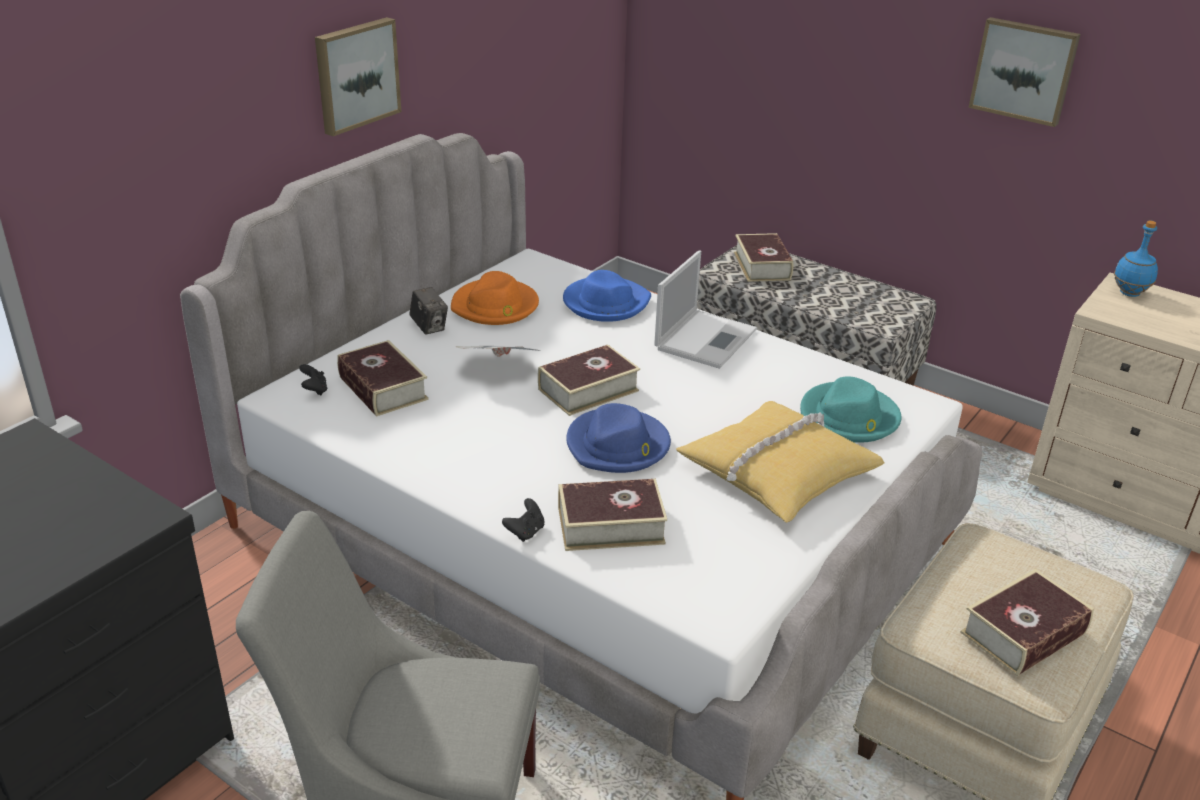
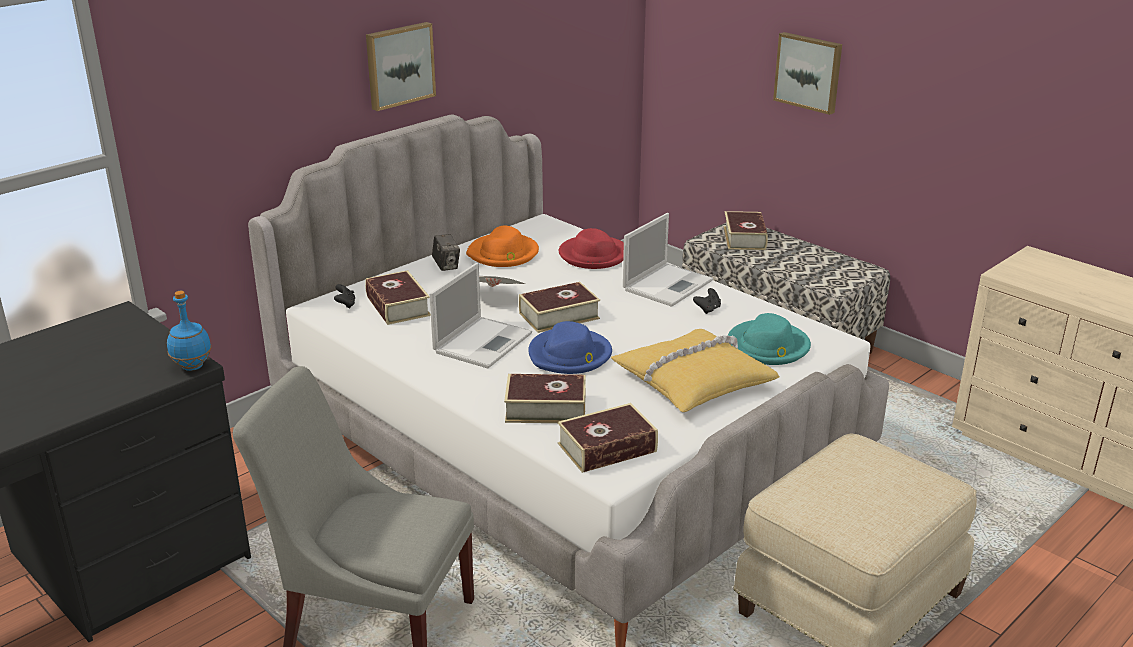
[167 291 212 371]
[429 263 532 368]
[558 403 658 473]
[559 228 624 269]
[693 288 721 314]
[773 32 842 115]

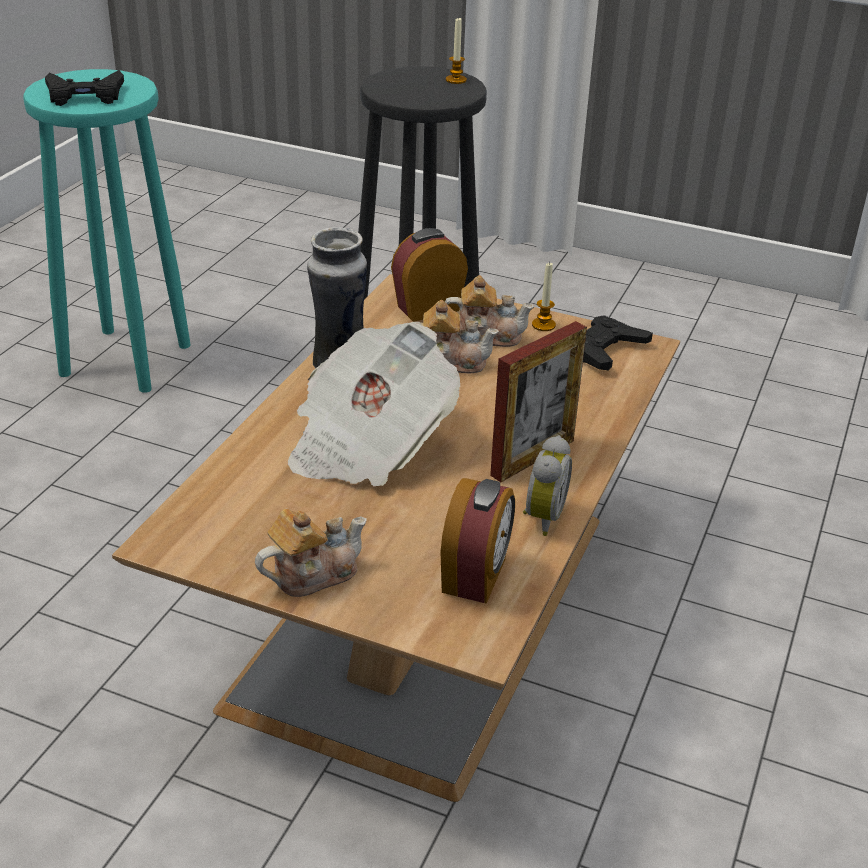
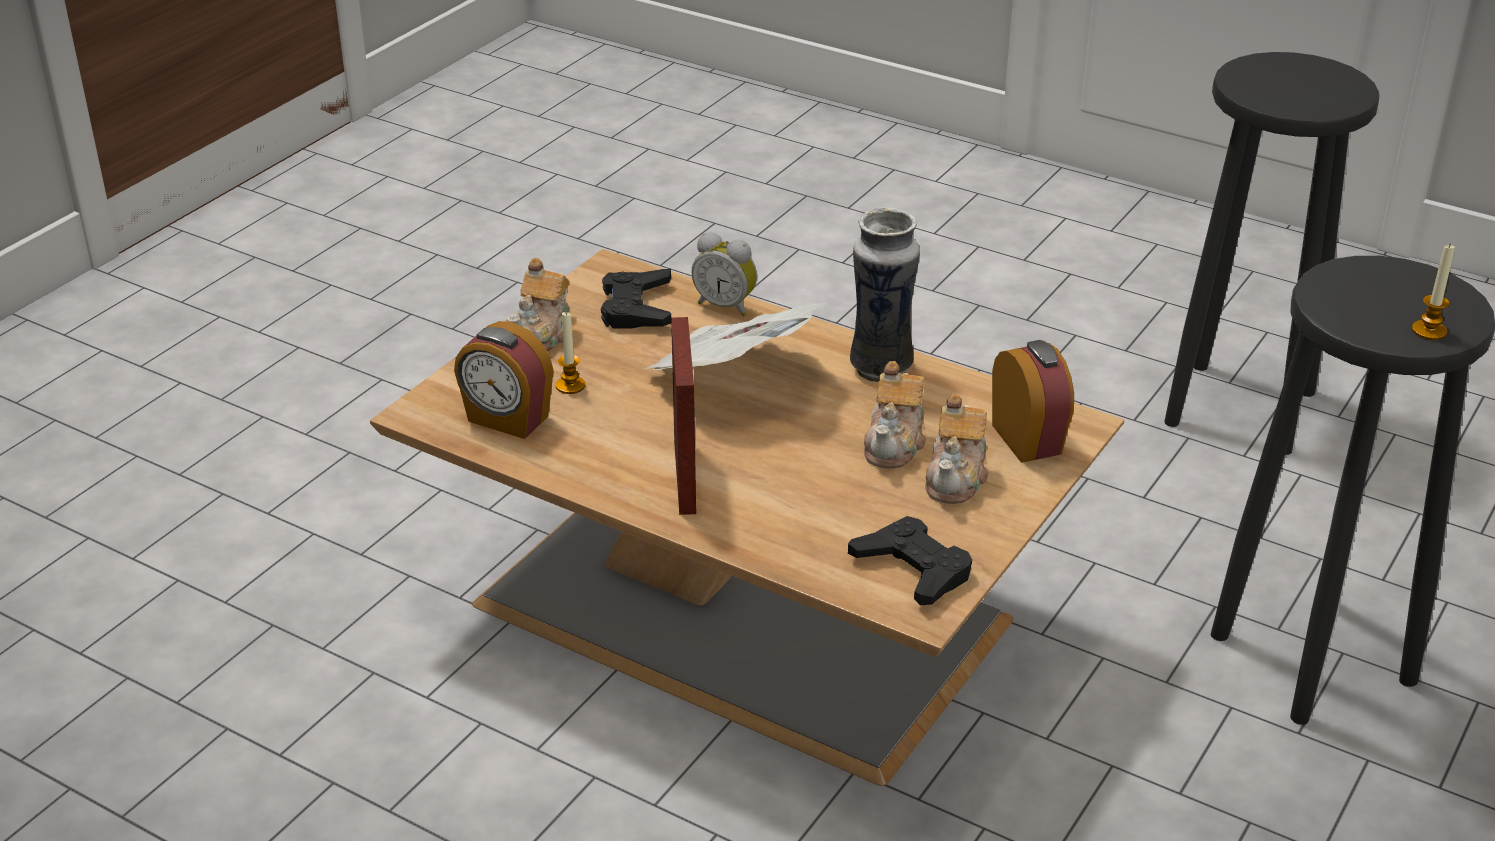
[507 258 569 352]
[556 312 585 394]
[601 269 671 329]
[671 317 696 515]
[691 232 757 317]
[1164 52 1380 455]

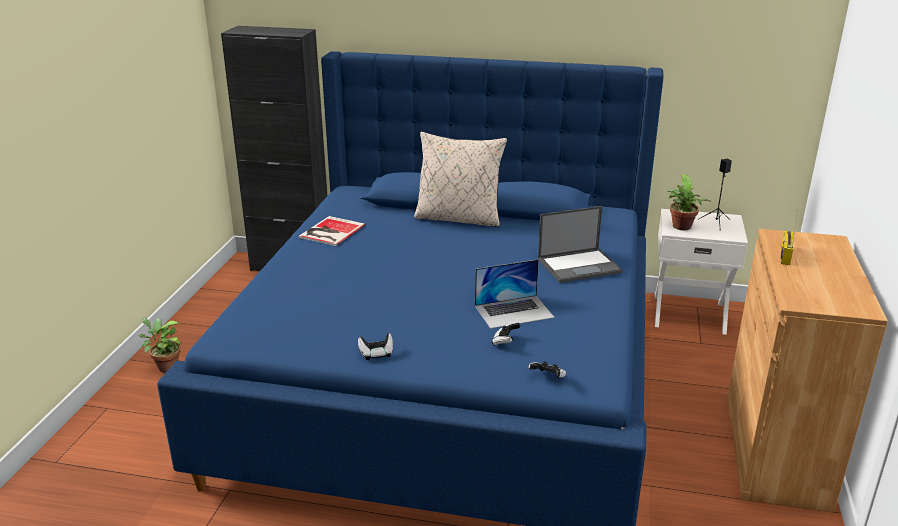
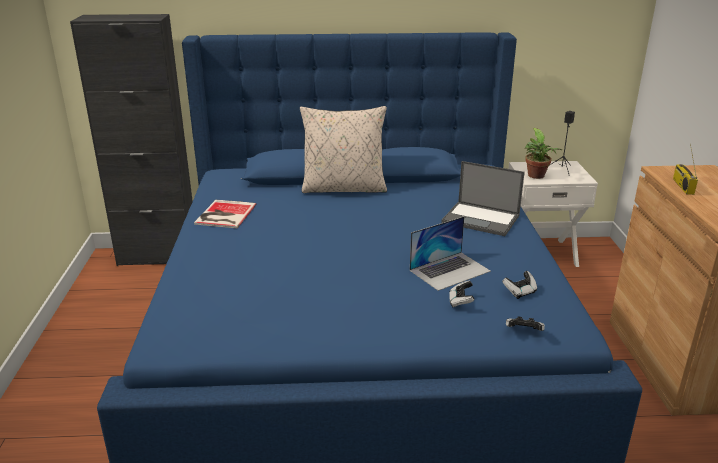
[441 161 525 236]
[502 271 537 299]
[139 317 181 373] (first image)

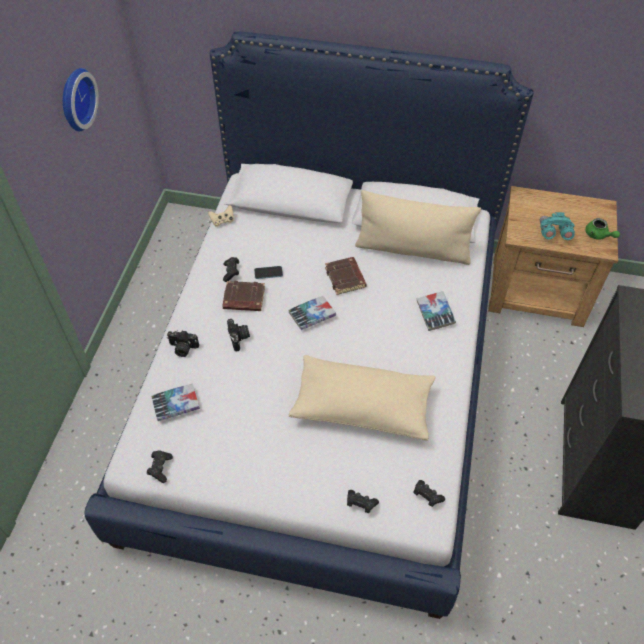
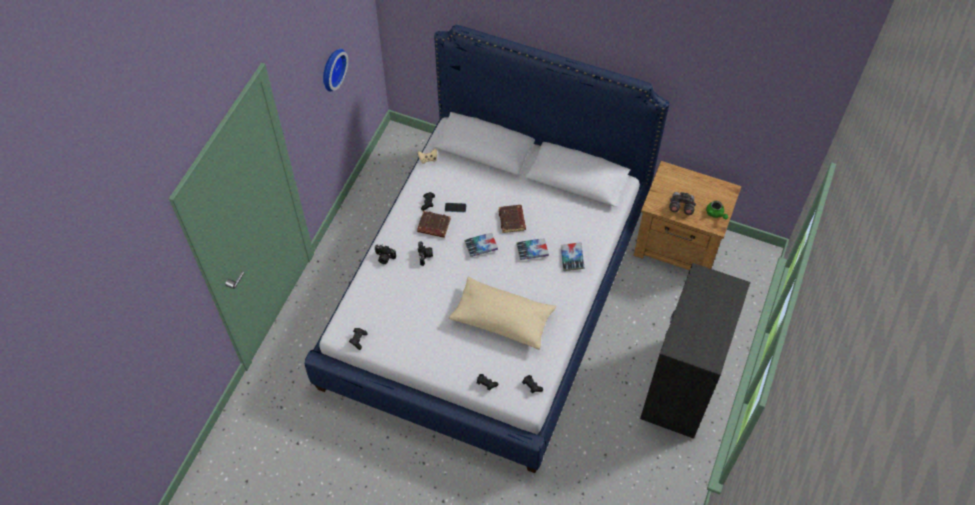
[516 238 549 260]
[669 192 696 215]
[355 190 481 265] (first image)

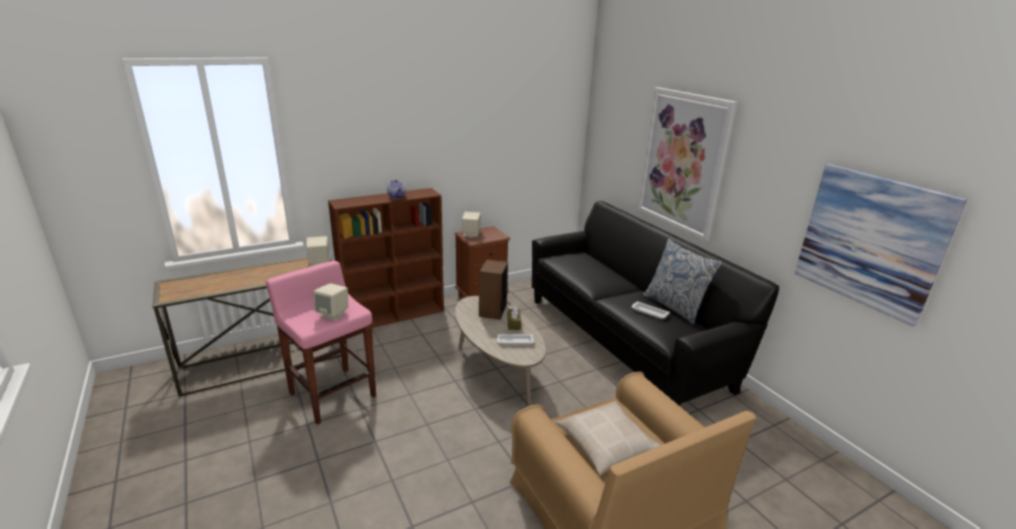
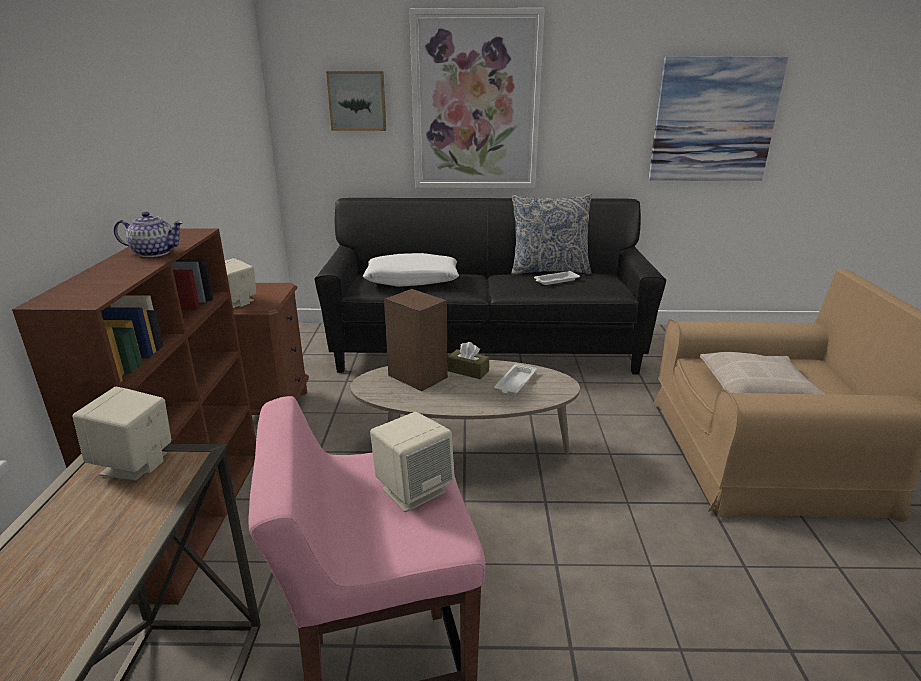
[326 71 386 131]
[363 253 459 287]

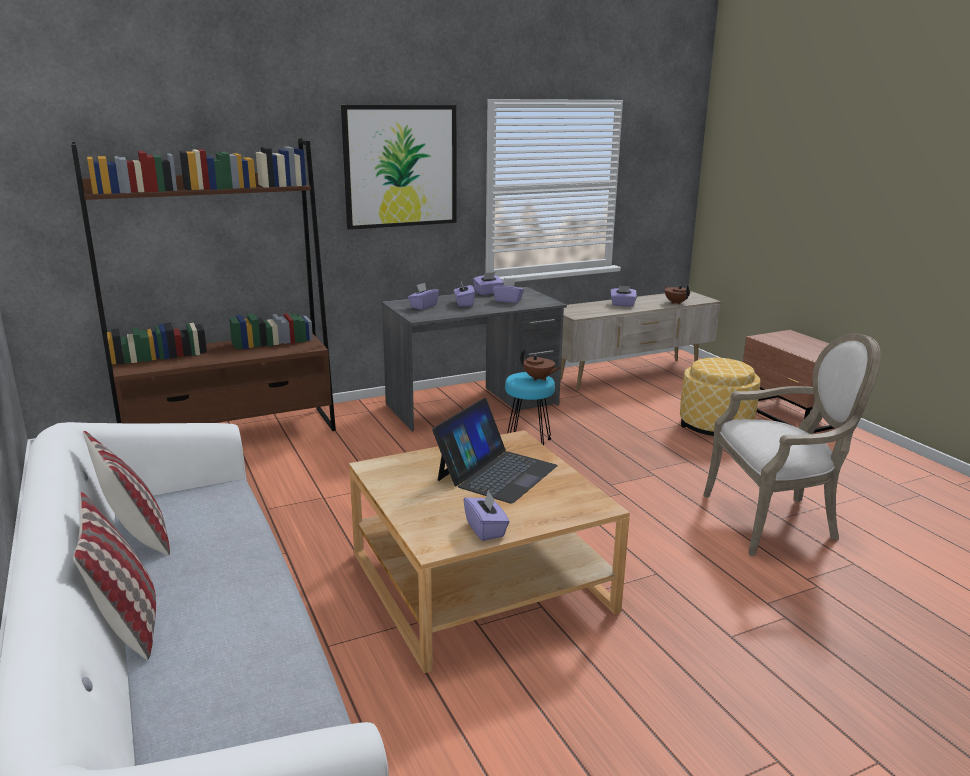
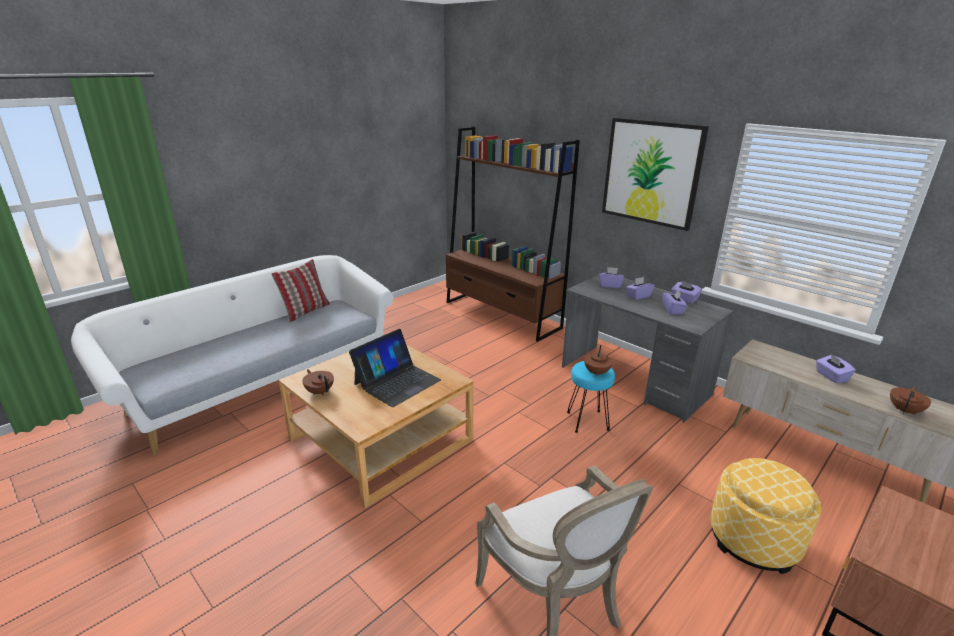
[302 369 334 395]
[349 329 441 407]
[73 492 156 660] (first image)

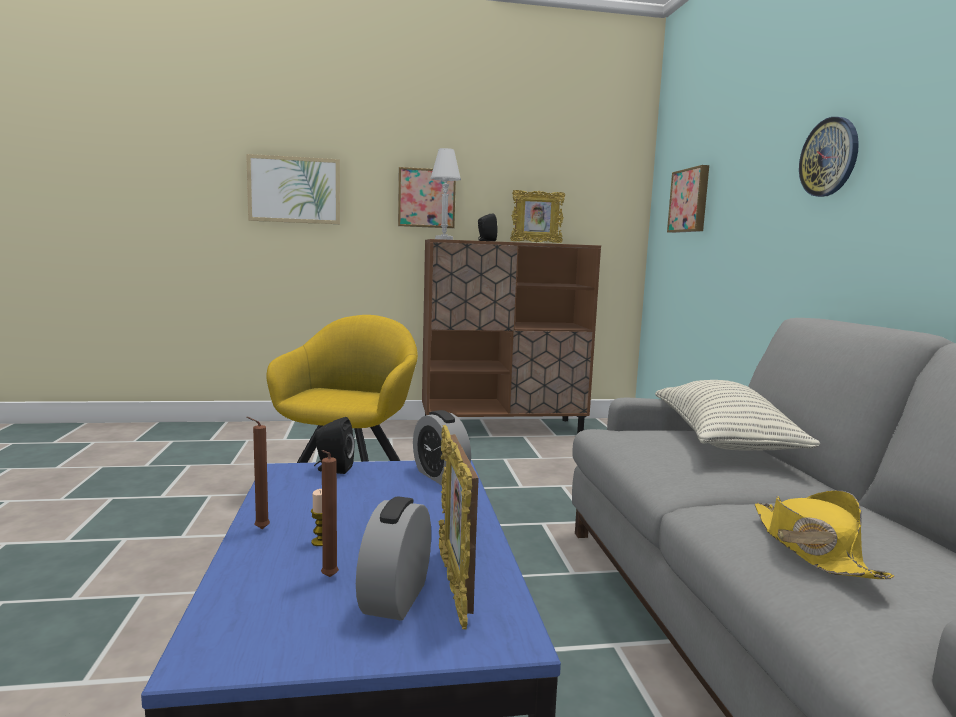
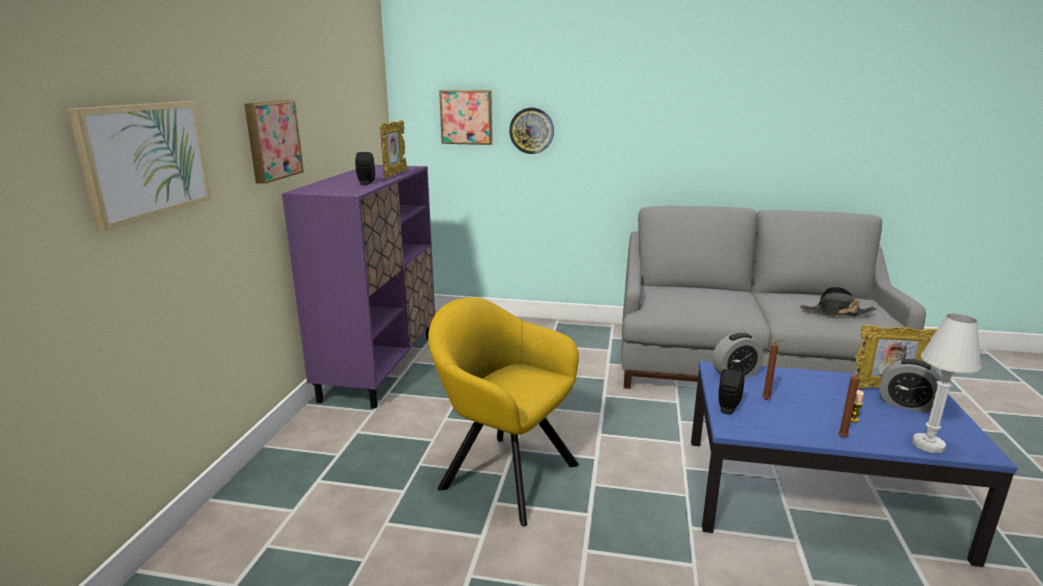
[282 165 435 409]
[509 108 554 154]
[762 340 783 400]
[800 286 877 317]
[912 313 981 453]
[655 380 820 451] (first image)

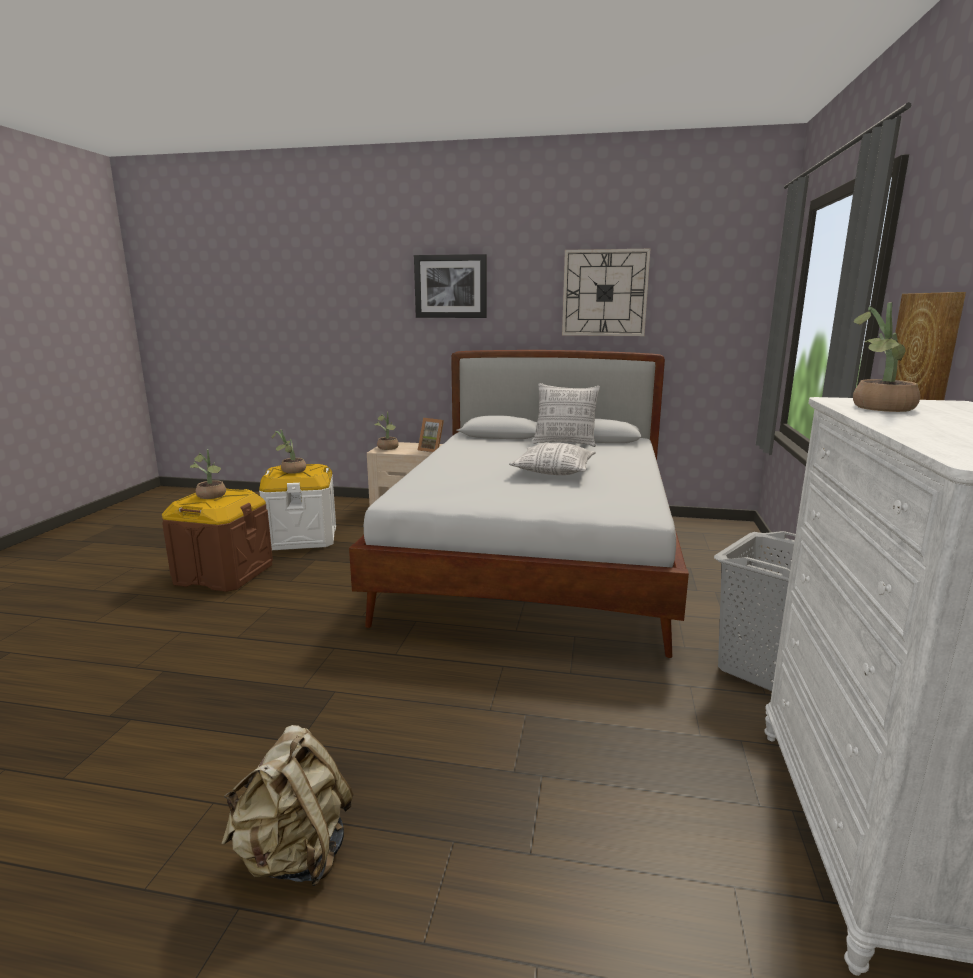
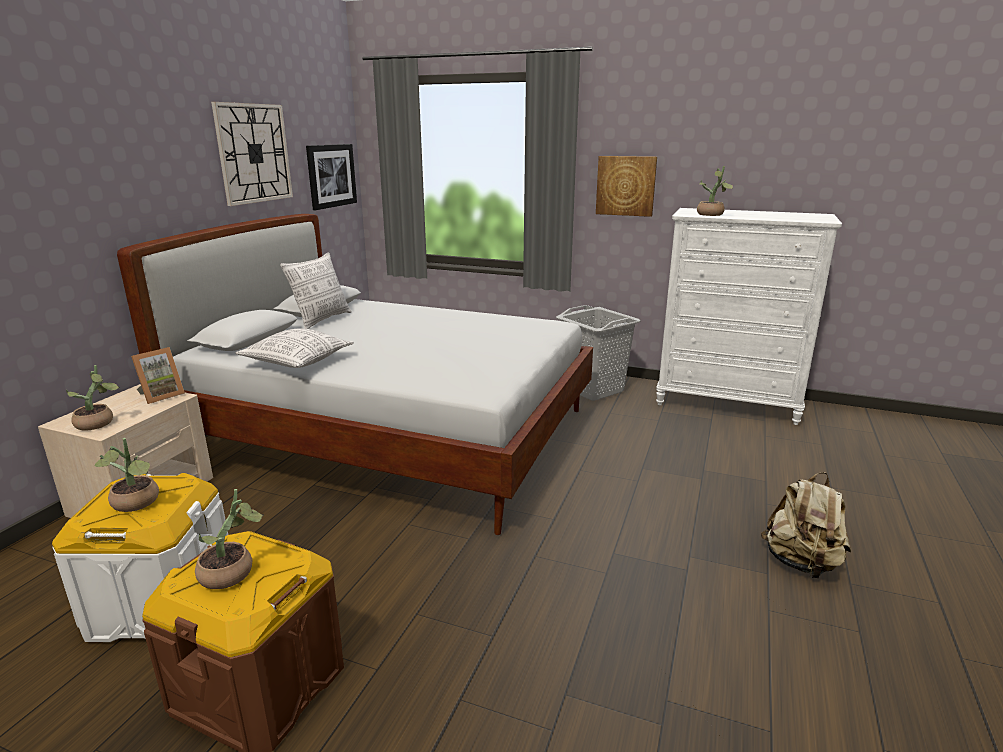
[236 329 354 368]
[306 144 357 210]

